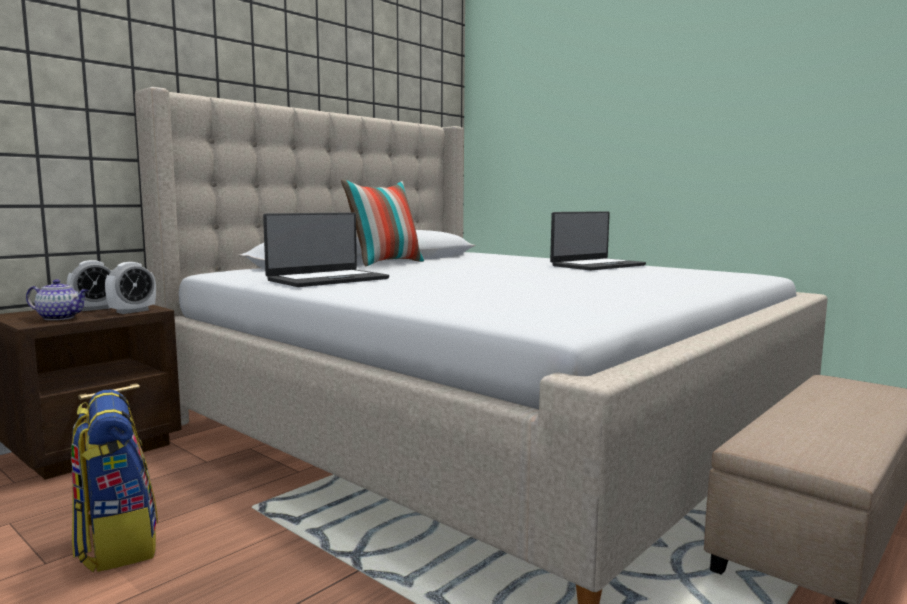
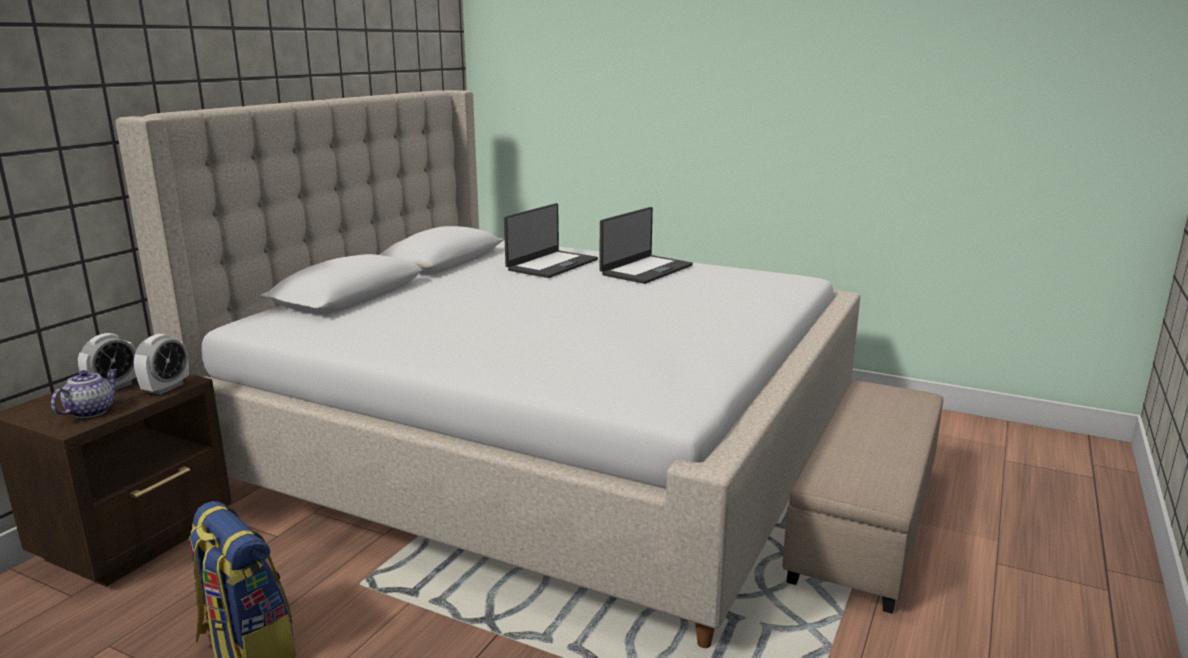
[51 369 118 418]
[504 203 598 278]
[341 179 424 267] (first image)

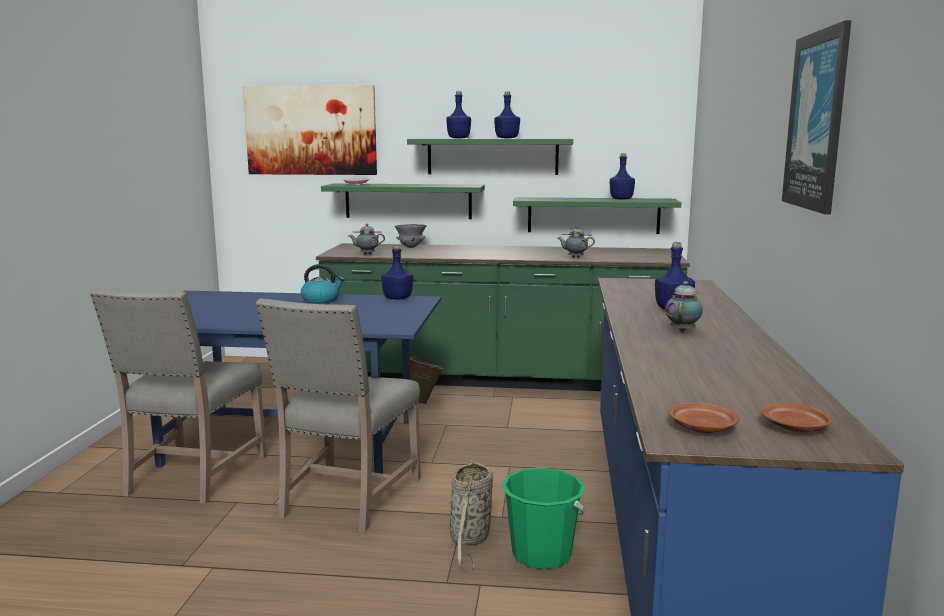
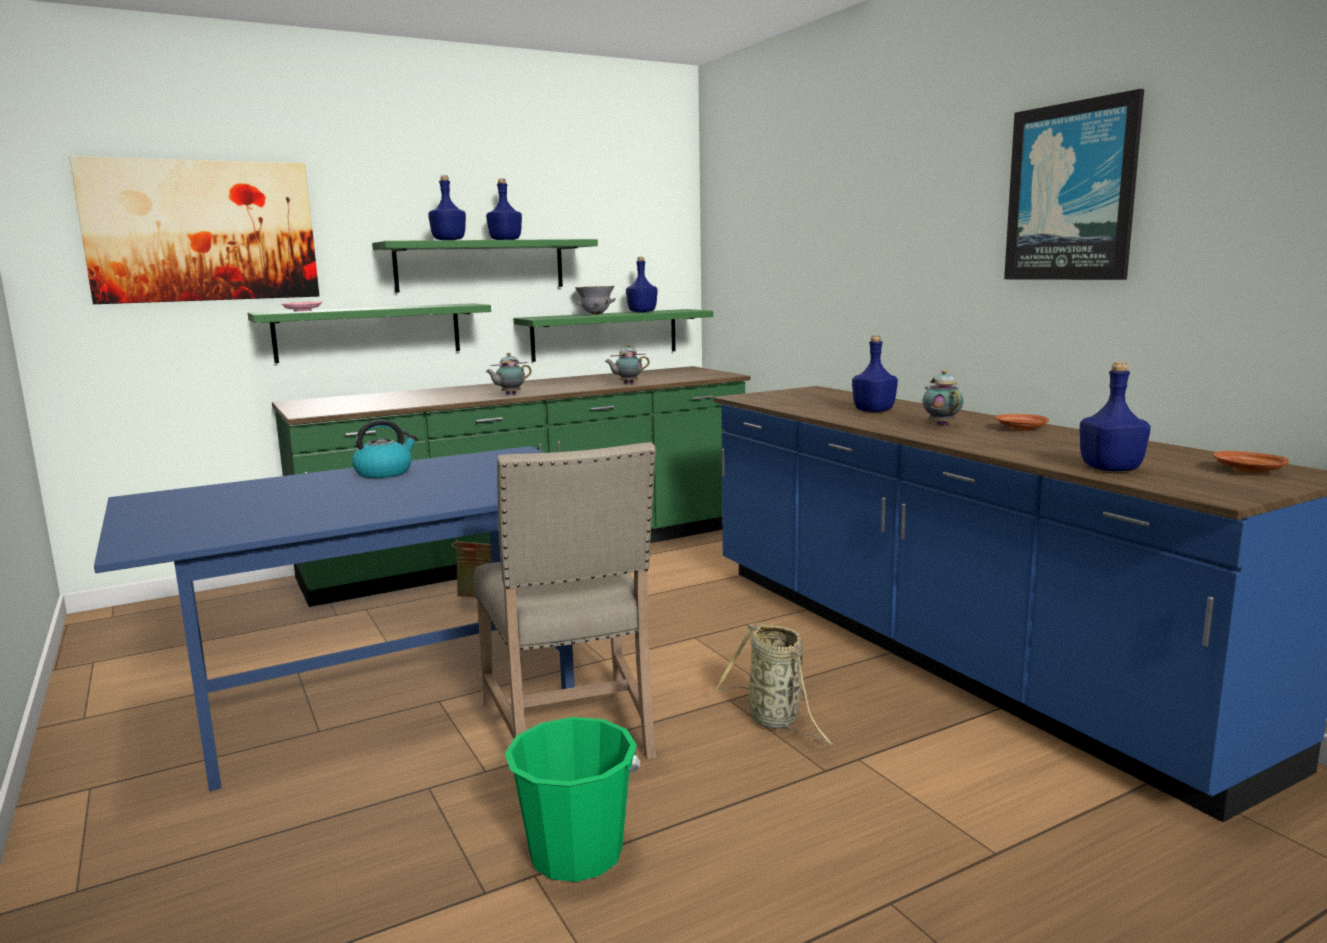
[485 353 532 395]
[505 717 640 882]
[575 286 616 314]
[995 414 1049 431]
[1079 362 1151 471]
[90 288 266 504] (first image)

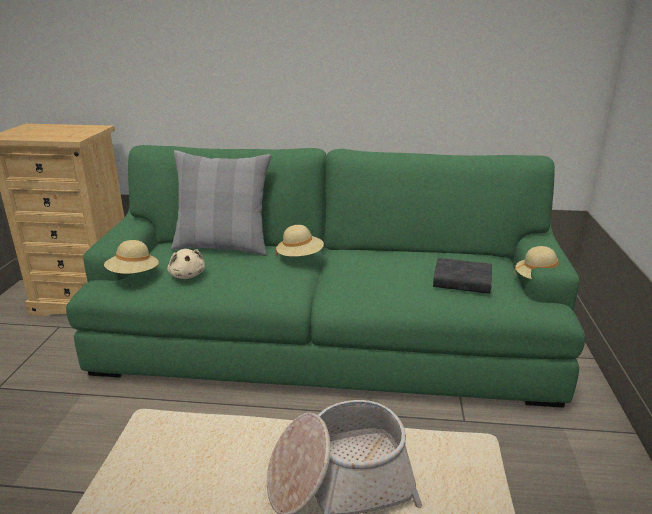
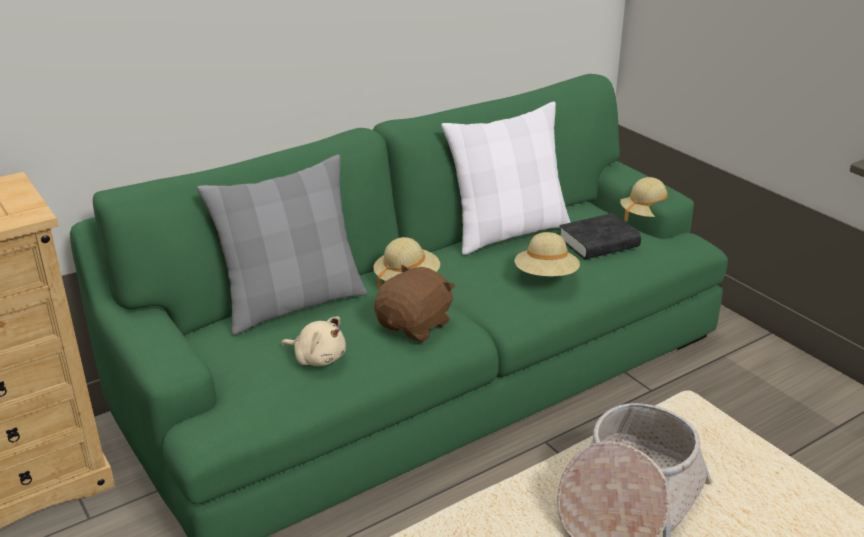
[374 265 456 342]
[441 102 571 255]
[514 232 580 276]

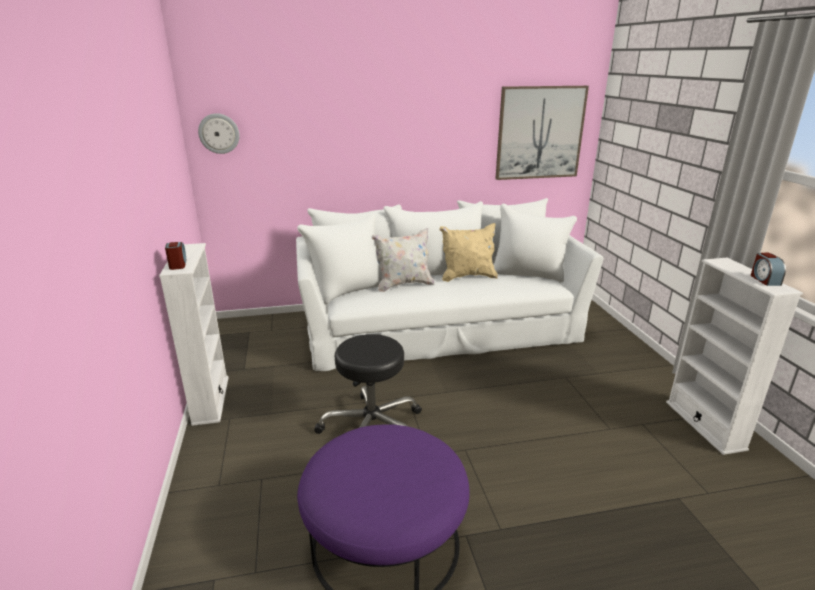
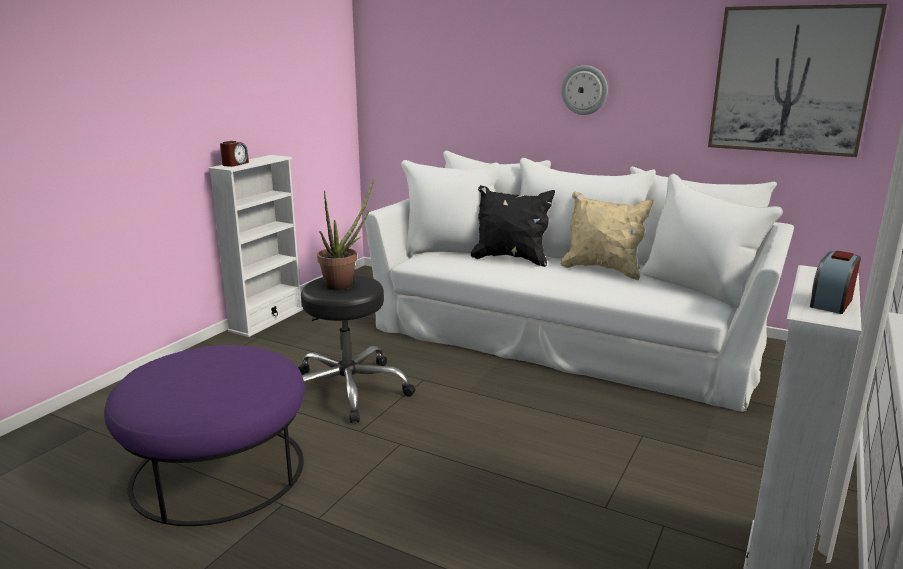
[317 179 374 290]
[471 185 555 267]
[561 65 608 115]

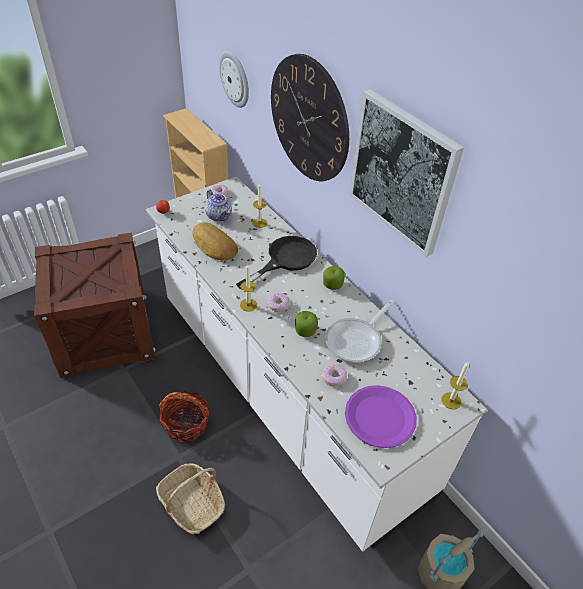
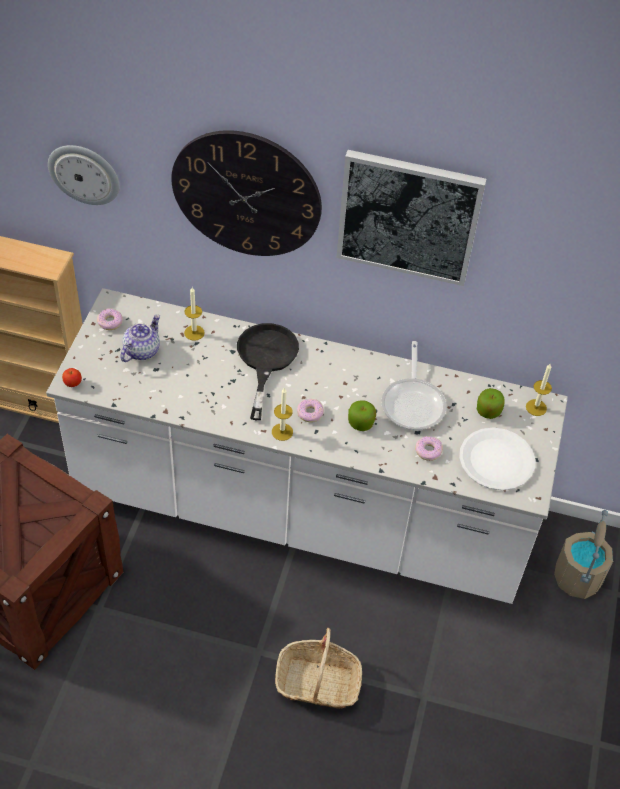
[120 315 160 362]
[459 428 535 490]
[477 388 505 419]
[159 391 210 442] (first image)
[193 222 238 261] (first image)

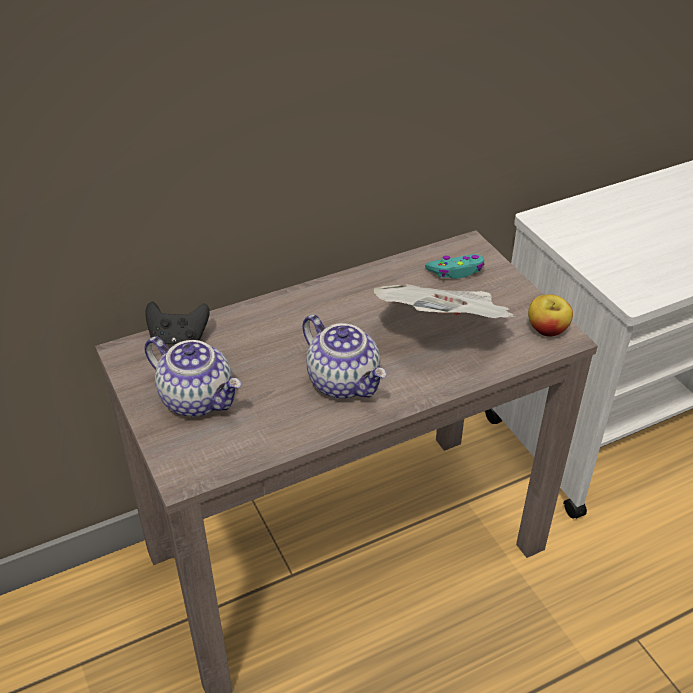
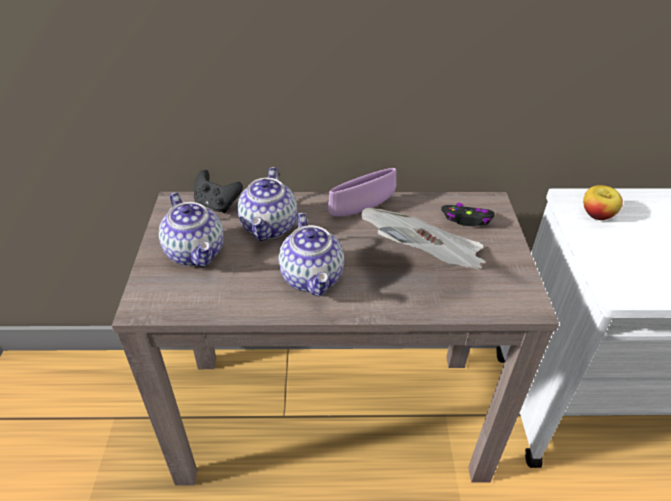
[238 167 297 241]
[328 168 396 217]
[441 203 495 226]
[583 185 623 220]

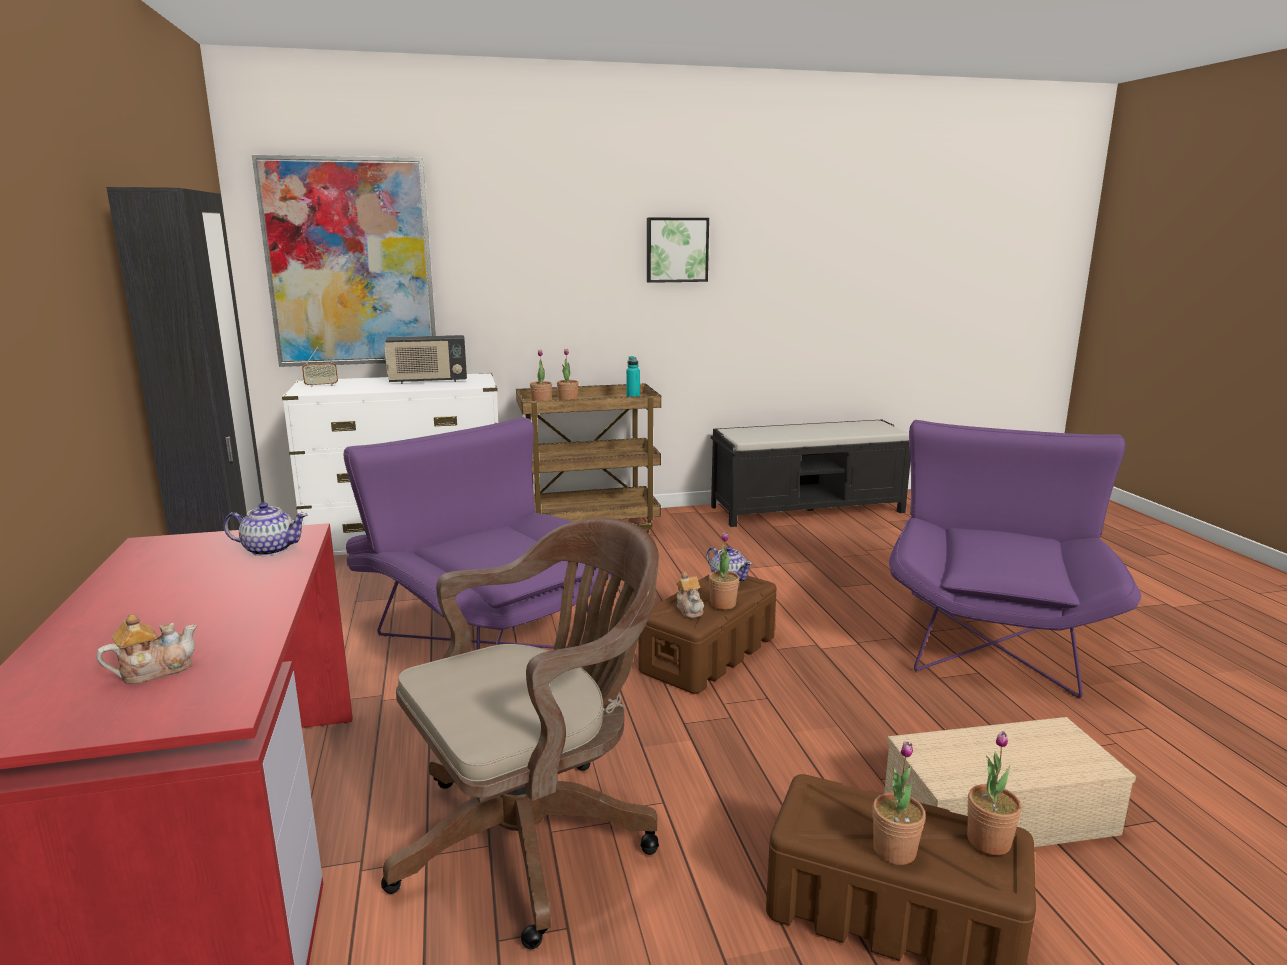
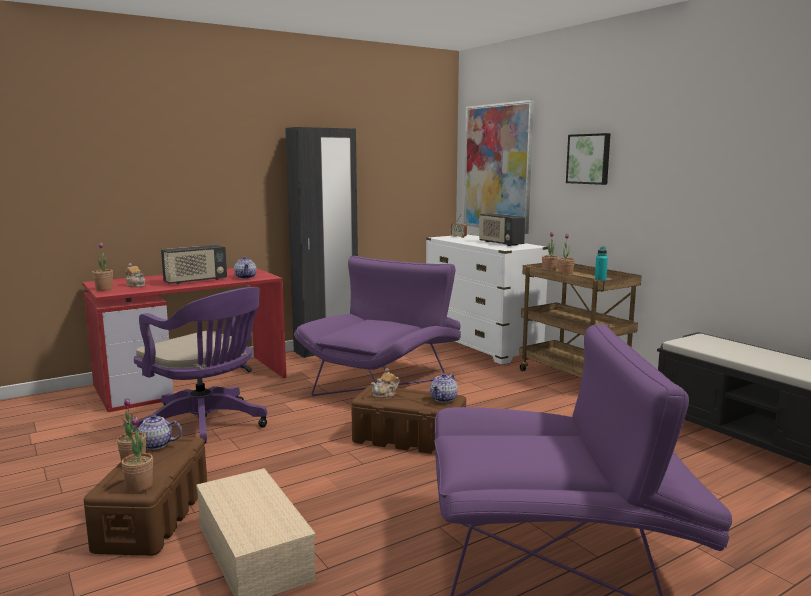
[93 243 113 291]
[127 414 182 450]
[134 287 267 443]
[161 245 227 285]
[566 133 611 185]

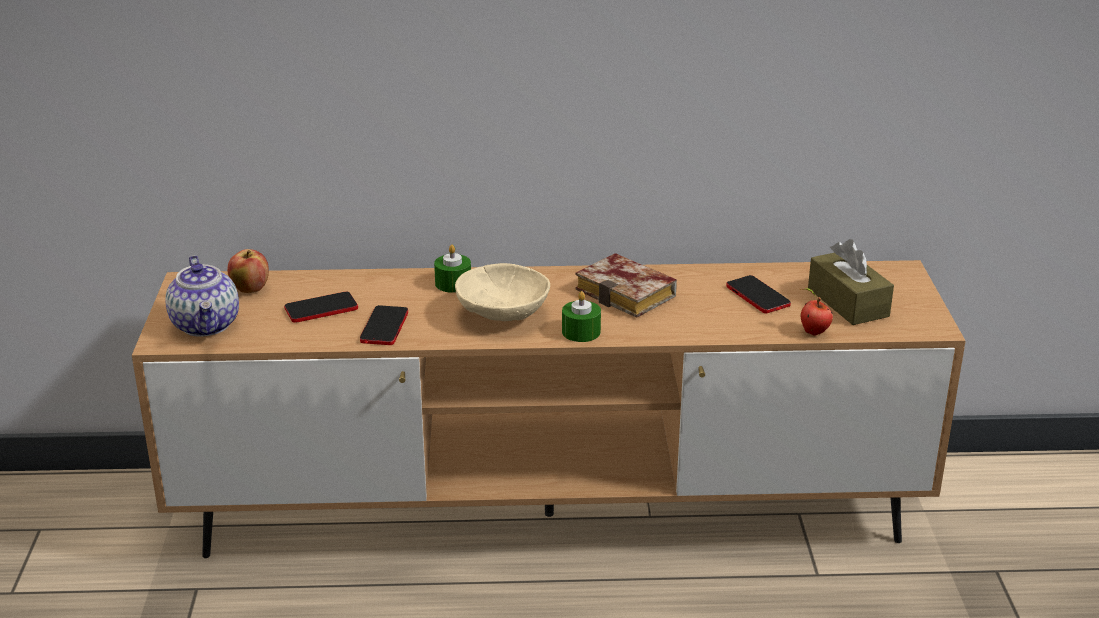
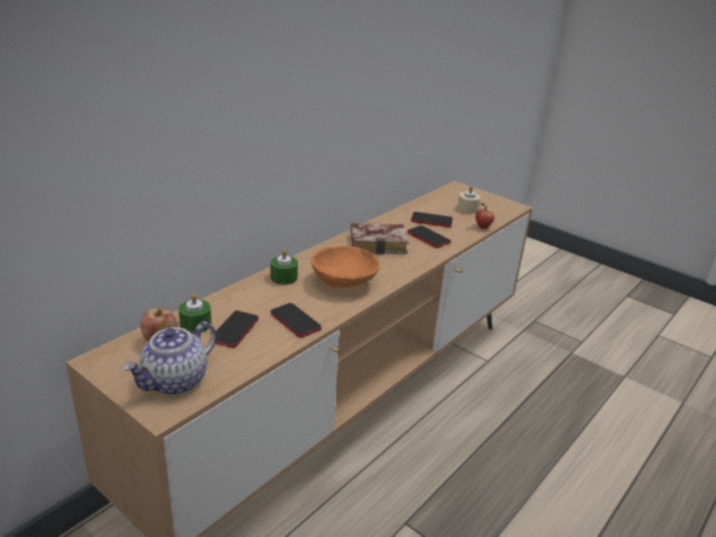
[123 321 216 395]
[179 293 212 333]
[311 246 380 287]
[408 225 451 248]
[457 185 481 214]

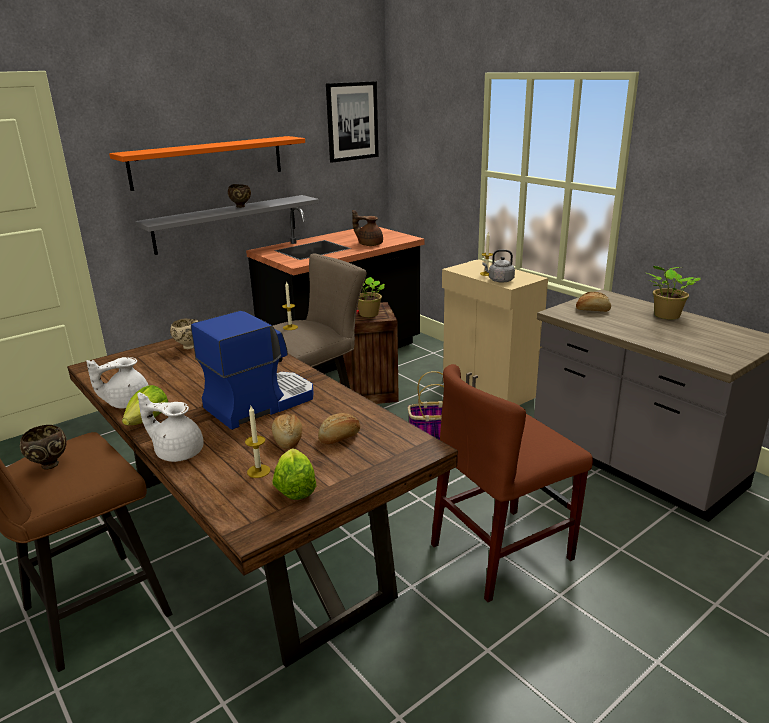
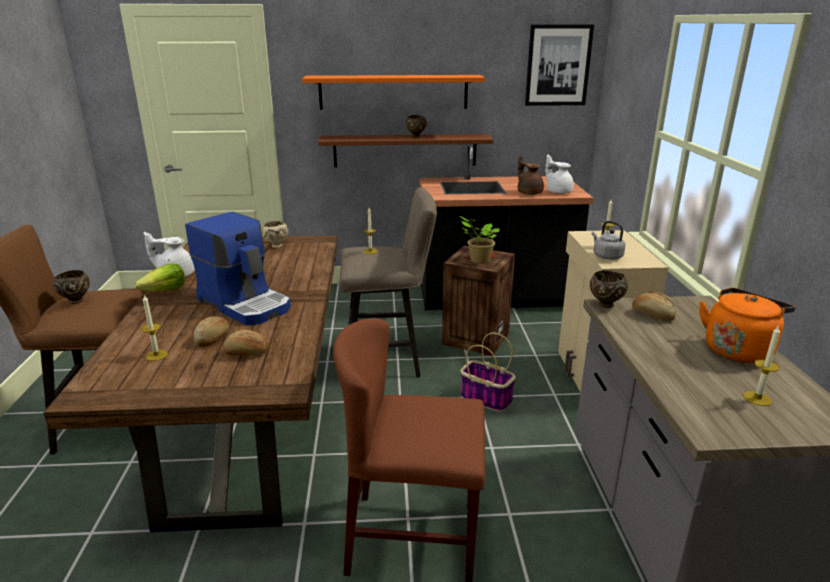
[185 212 291 325]
[318 134 493 167]
[545 154 574 194]
[590 270 628 308]
[699 288 796 364]
[744 325 780 406]
[273 448 316 500] (first image)

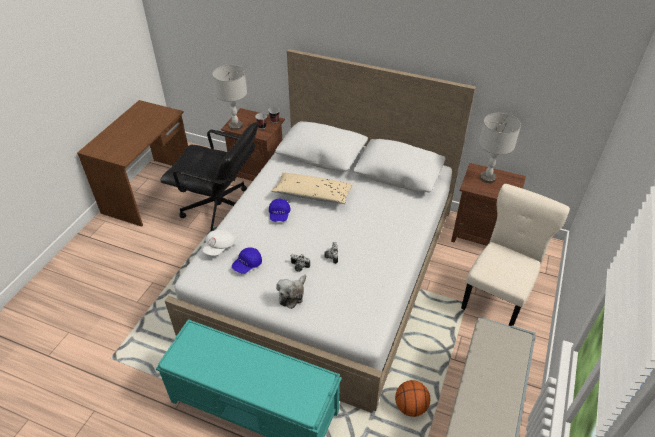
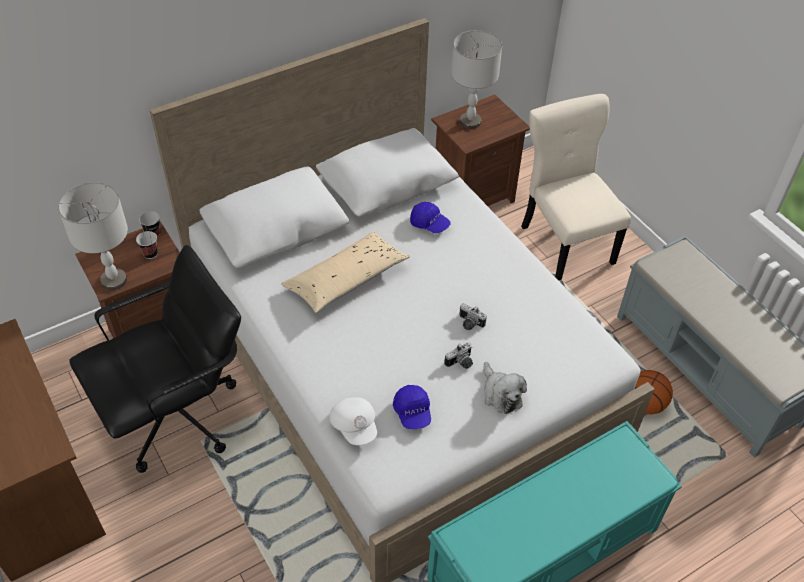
[410 202 451 234]

